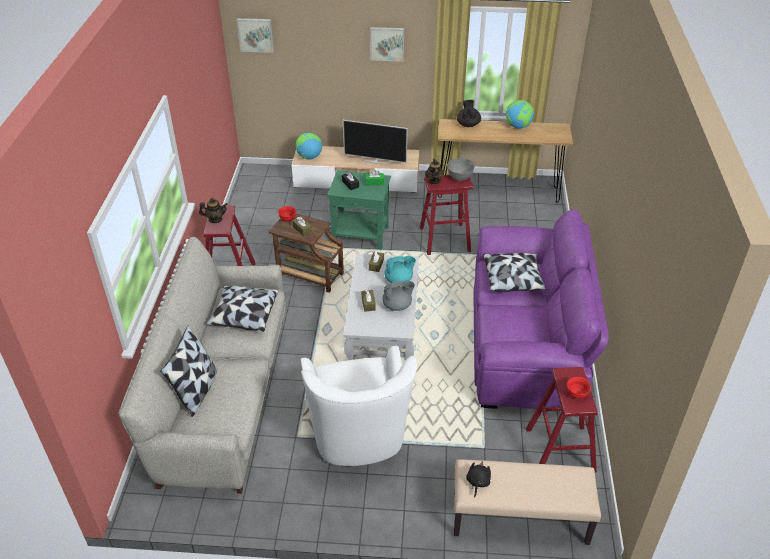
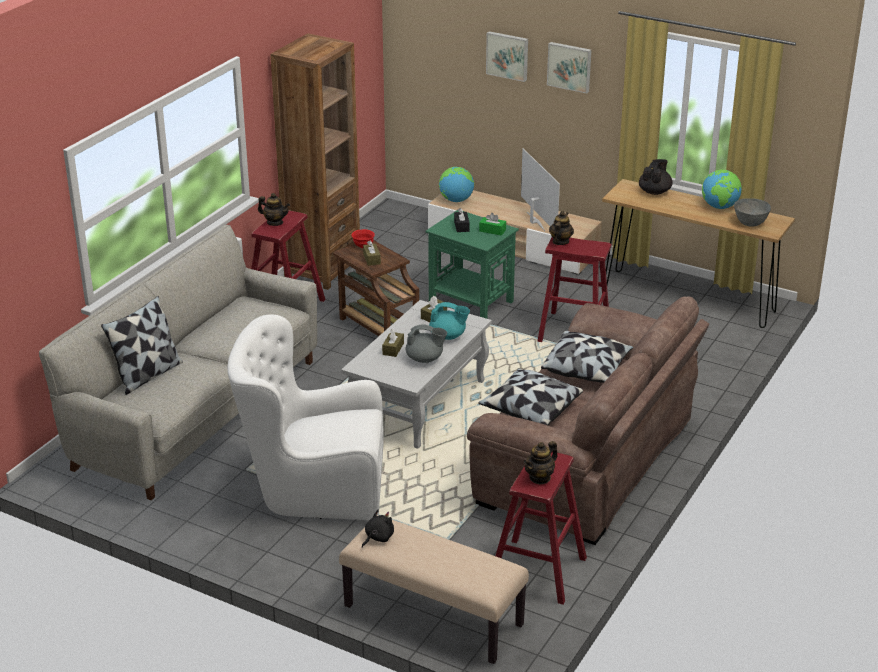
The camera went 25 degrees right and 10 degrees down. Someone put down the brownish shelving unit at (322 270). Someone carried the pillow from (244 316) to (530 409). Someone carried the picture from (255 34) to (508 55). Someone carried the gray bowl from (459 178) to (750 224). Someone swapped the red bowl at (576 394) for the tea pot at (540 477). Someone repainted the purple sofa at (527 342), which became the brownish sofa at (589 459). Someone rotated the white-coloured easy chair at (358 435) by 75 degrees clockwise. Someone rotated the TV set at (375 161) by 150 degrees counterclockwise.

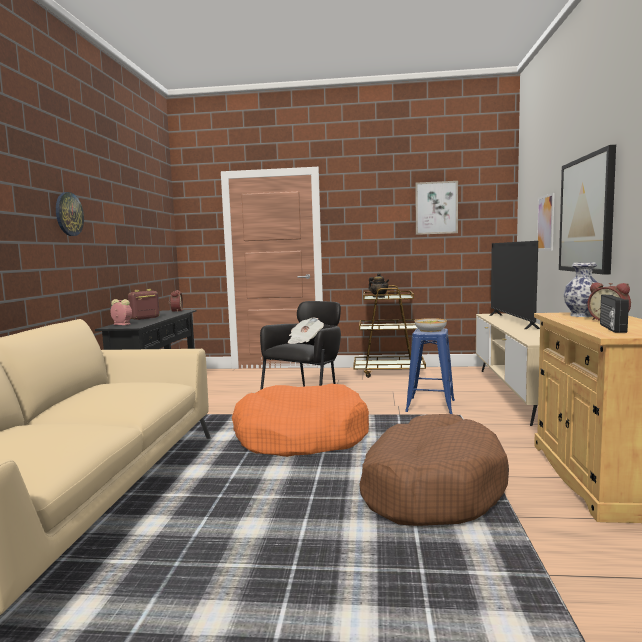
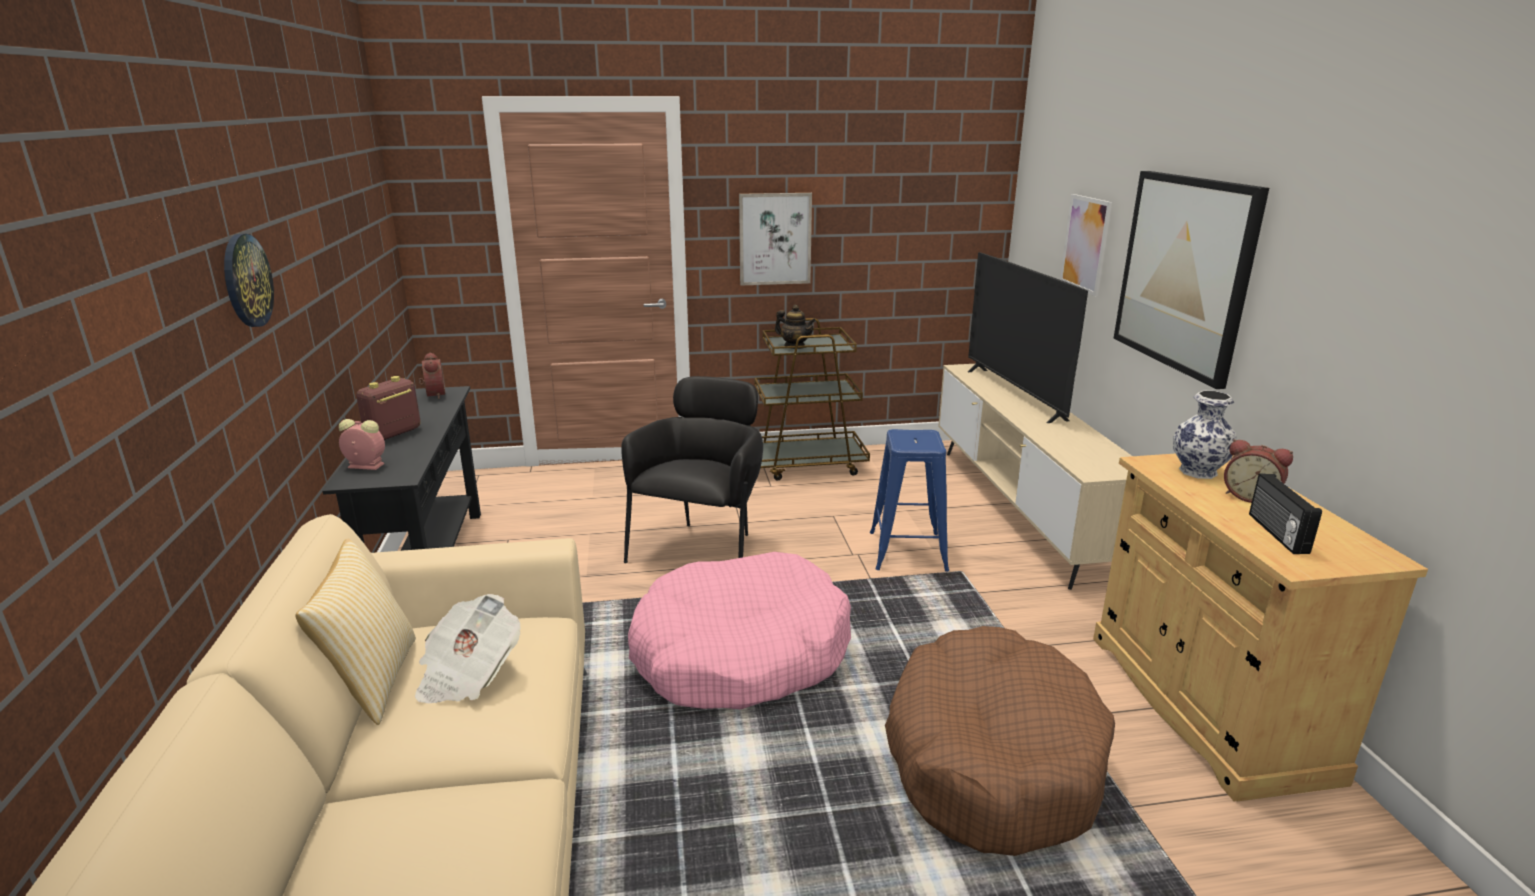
The camera went 15 degrees left and 15 degrees up. Someone took away the bowl at (430 330). Someone put down the pillow at (372 681). Someone carried the printed paper from (304 341) to (468 674). Someone carried the picture from (436 208) to (775 239). Someone repainted the orangey dog bed at (301 437), which became the pink-coloured dog bed at (740 653).

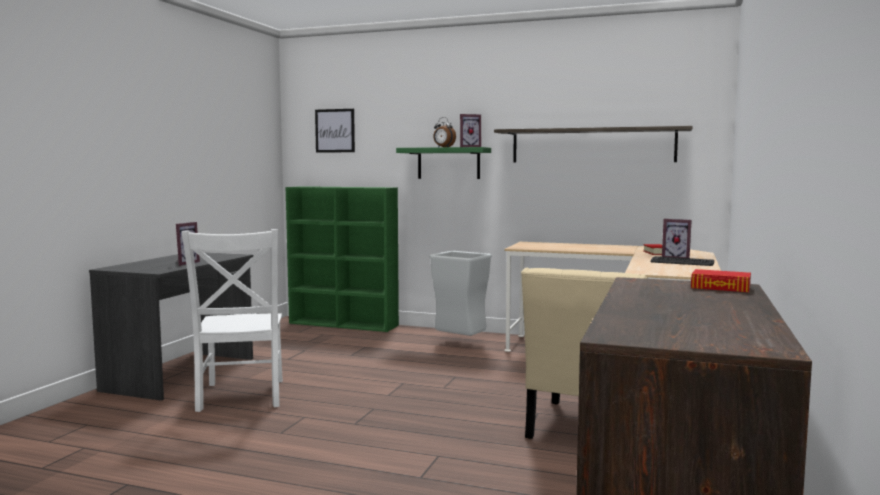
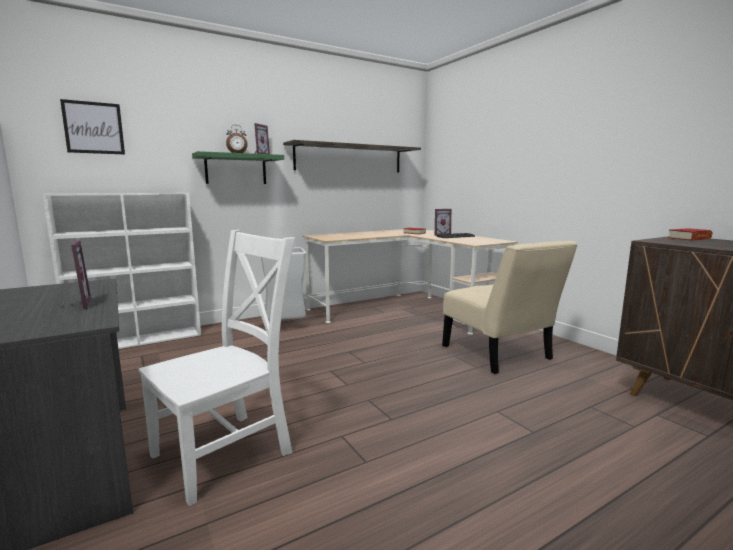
The camera went 50 degrees left and 5 degrees up. Someone repainted the green shelving unit at (344 324), which became the white-coloured shelving unit at (139 340). Someone rotated the white-coloured plain chair at (241 397) by 75 degrees counterclockwise.

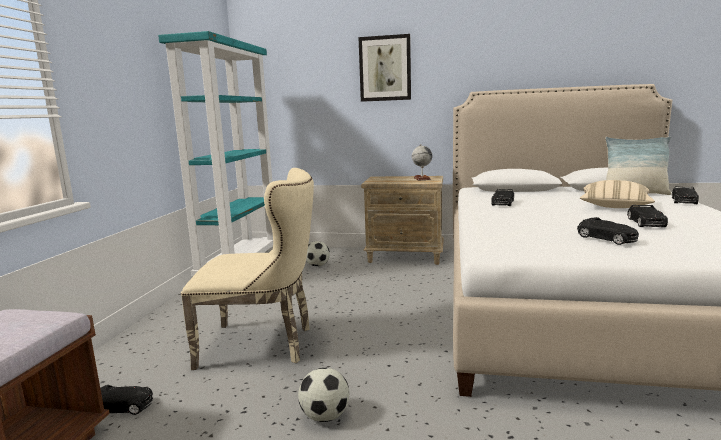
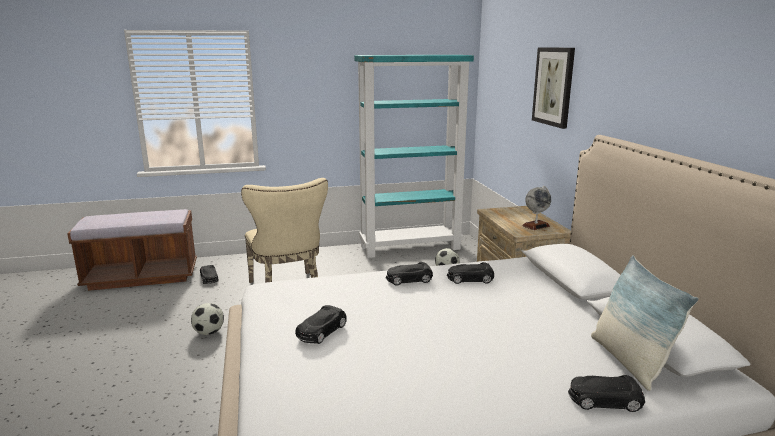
The camera went 65 degrees right and 5 degrees up. Someone took away the beige pillow at (614 207). Someone carried the black miniature car from (646 223) to (408 279).

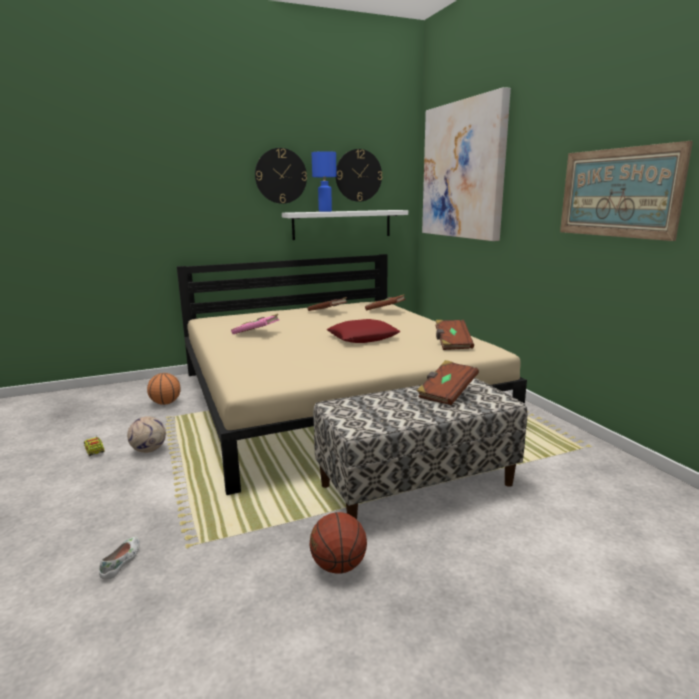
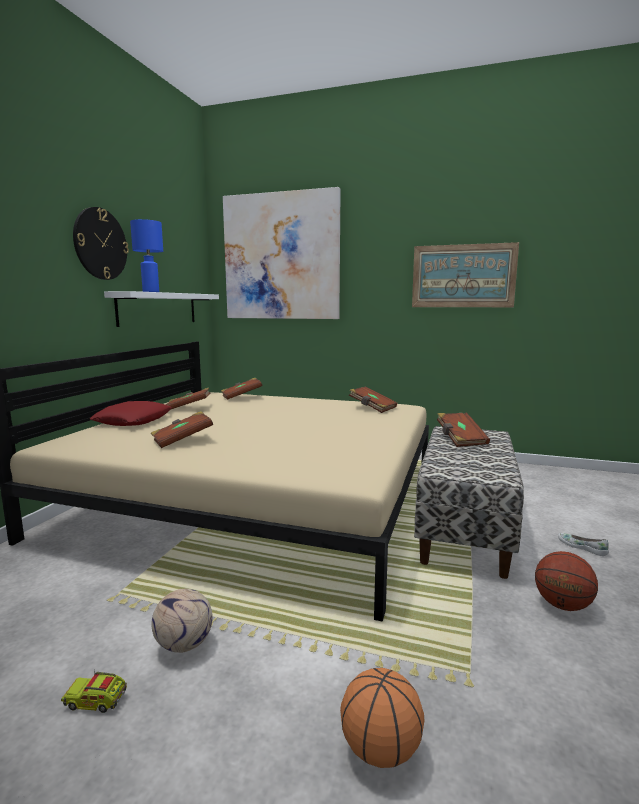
The camera went 50 degrees left and 5 degrees down. Someone took away the hanging clock at (358 175). Someone carried the white-coloured item of footwear from (122 561) to (582 547). Someone carried the ball for basketball from (165 403) to (380 749). Someone carried the red pillow from (363 337) to (133 420). Someone repainted the pink-coloured bound book at (256 333), which became the brownish bound book at (182 440).

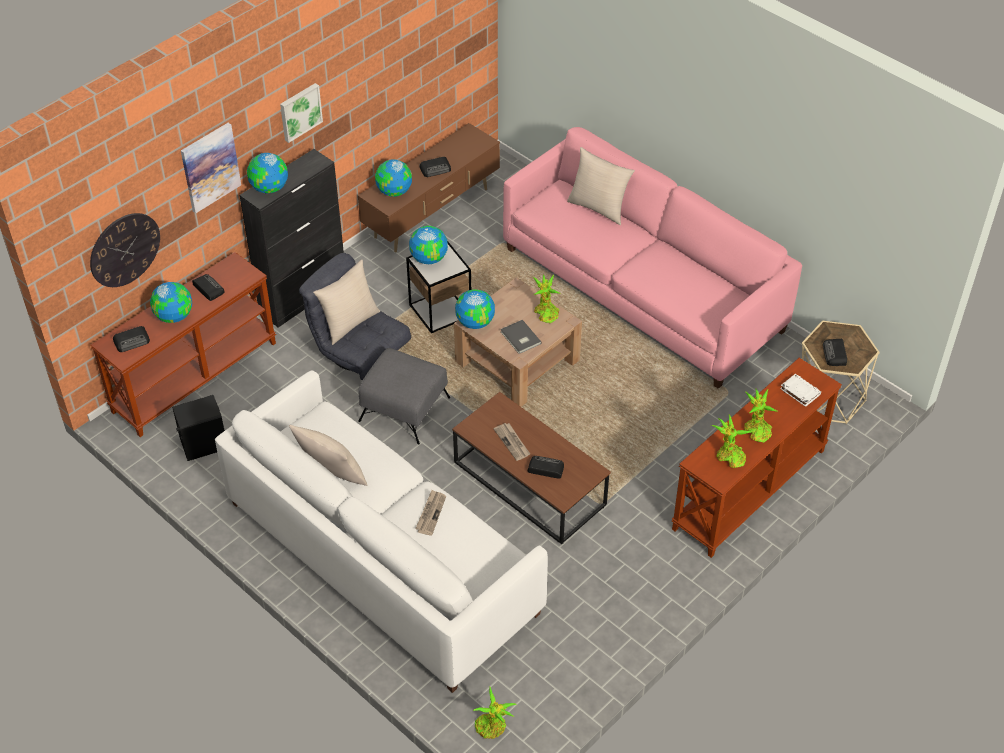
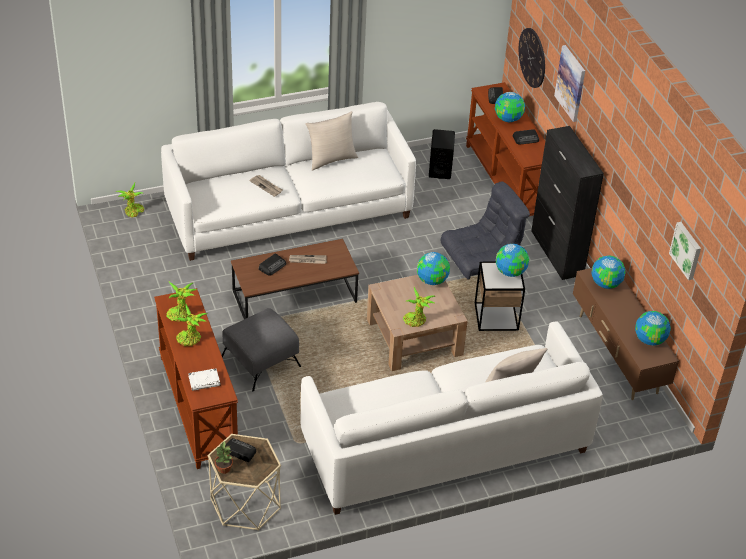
The camera went 115 degrees right and 5 degrees down. Someone took away the beige pillow at (349 323). Someone took away the radio set at (436 169). Someone took away the gray bound book at (520 338). Someone put down the houseplant at (223 469). Someone carried the world globe from (269 188) to (649 339). Someone carried the picture from (300 111) to (686 250). Someone carried the gray ottoman from (404 408) to (261 361). Someone repainted the pink-coloured sofa at (643 290), which became the white-coloured sofa at (444 445).

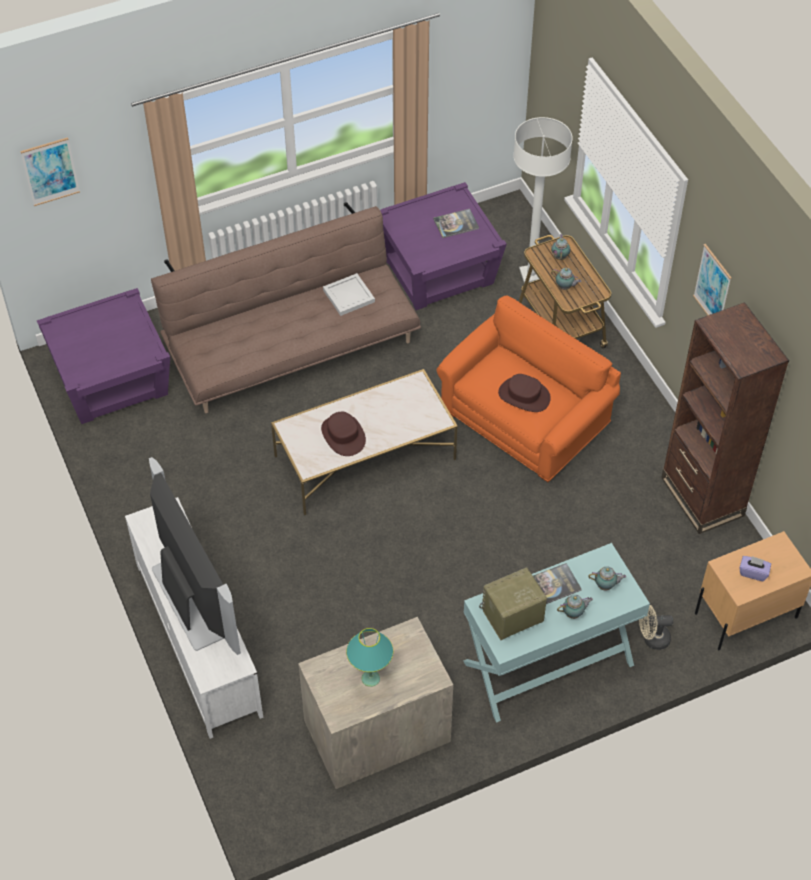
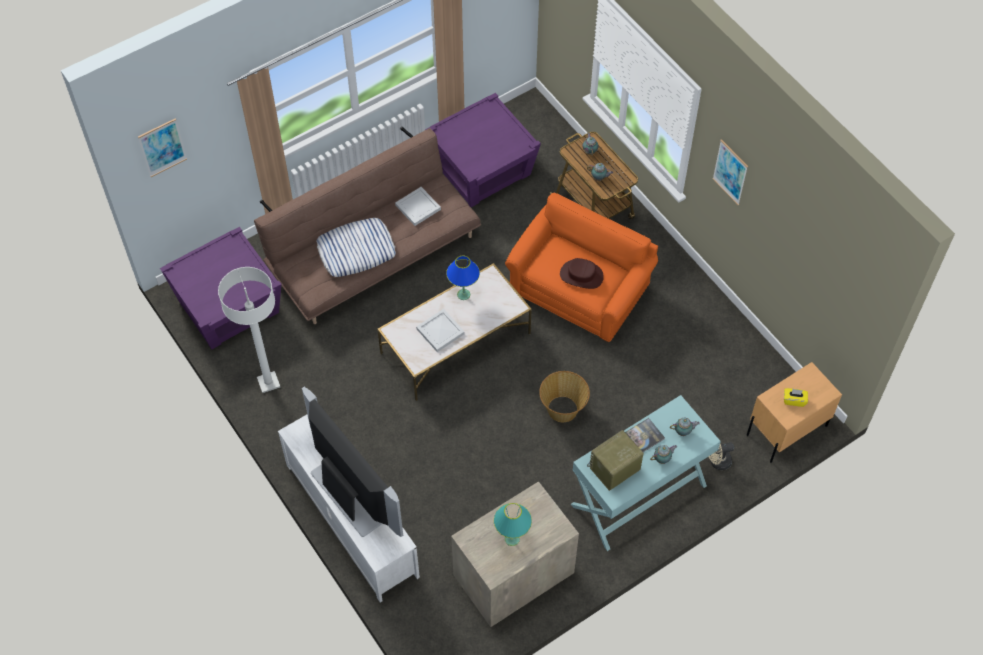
The camera went 10 degrees left and 5 degrees up. Someone took away the bound book at (456 224). Someone took away the brownish shelving unit at (702 497). Someone put down the pillow at (356 251). Someone put down the blue tabletop lamp at (463 294). Someone put down the household basket at (563 409). Someone carried the white-coloured standard lamp from (531 274) to (268 382). Someone swapped the brownish wearable hat at (343 435) for the white-coloured carrying tray at (439 331). Someone repainted the purple tissue box at (753 572), which became the yellow-coloured tissue box at (794 400).

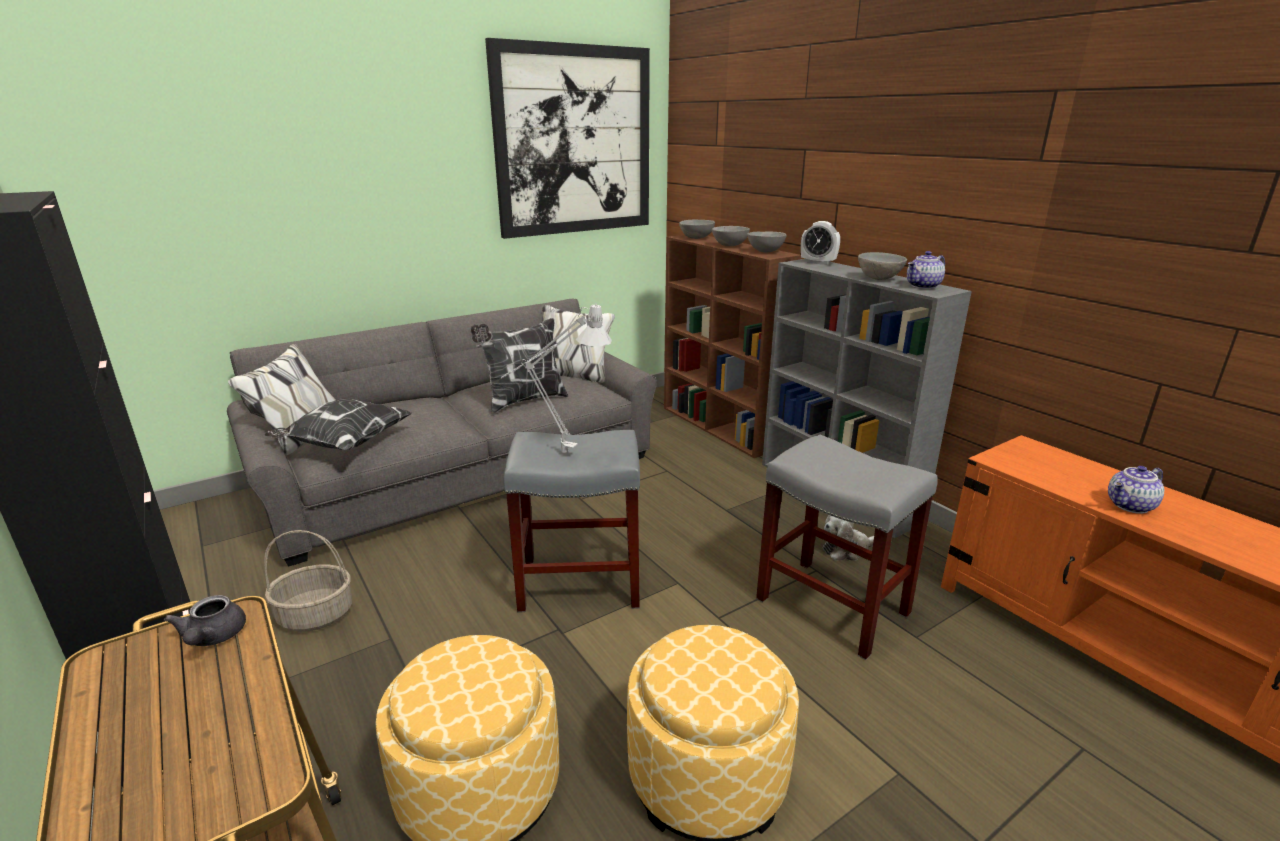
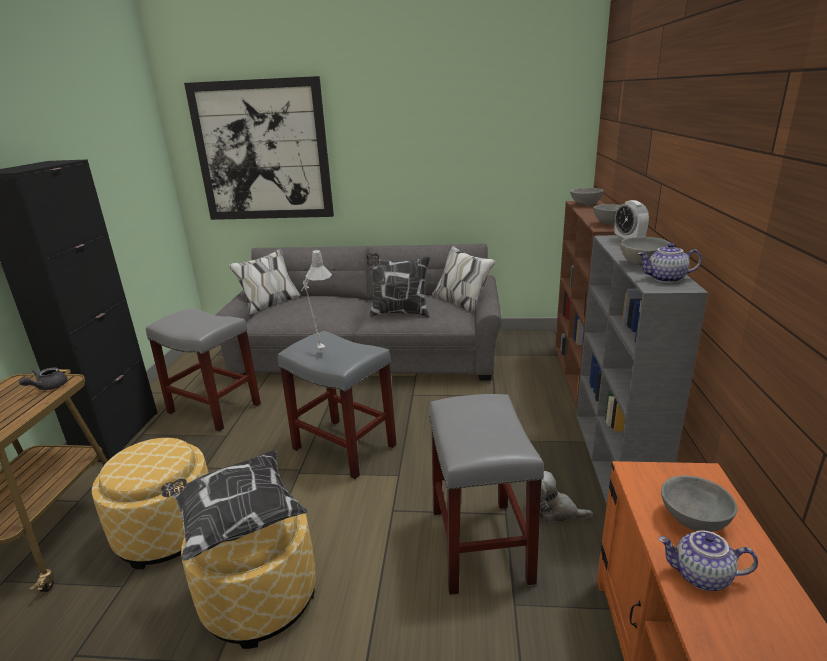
The camera went 40 degrees right and 0 degrees up. Someone carried the pillow from (344 444) to (236 520). Someone carried the picture from (574 142) to (262 151). Someone carried the gray bowl from (729 246) to (692 521). Someone swapped the household basket at (314 616) for the gray stool seat at (213 409).

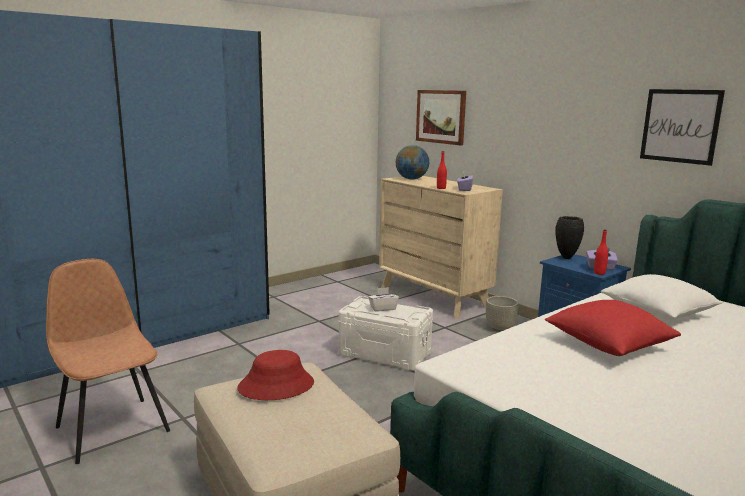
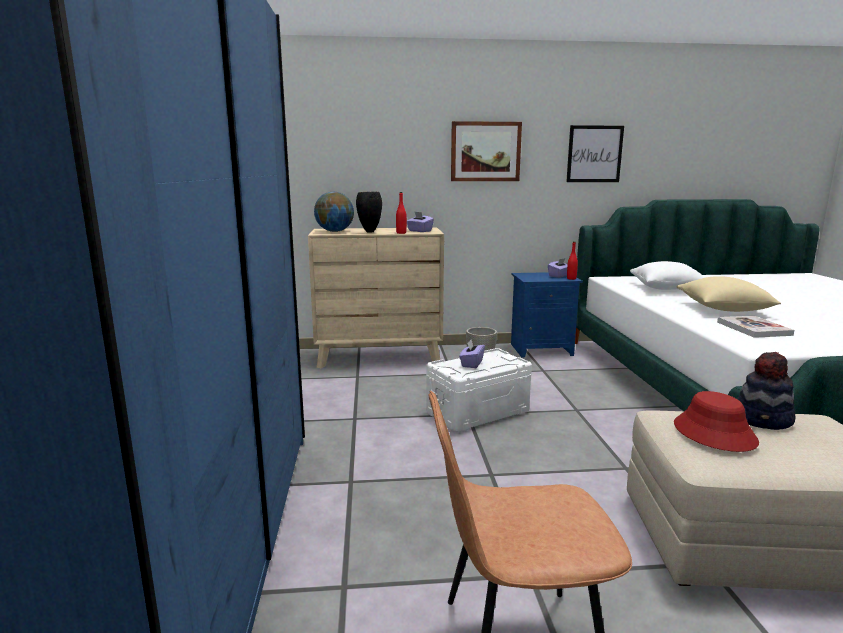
The camera went 55 degrees left and 0 degrees up. Someone put down the bound book at (753 328). Someone put down the wearable hat at (763 420). Someone carried the picture from (441 116) to (485 151). Someone carried the black vase from (566 258) to (369 232). Someone repainted the white-coloured tissue box at (383 308), which became the purple tissue box at (471 363). Someone repainted the red pillow at (608 345), which became the beige pillow at (723 309).

